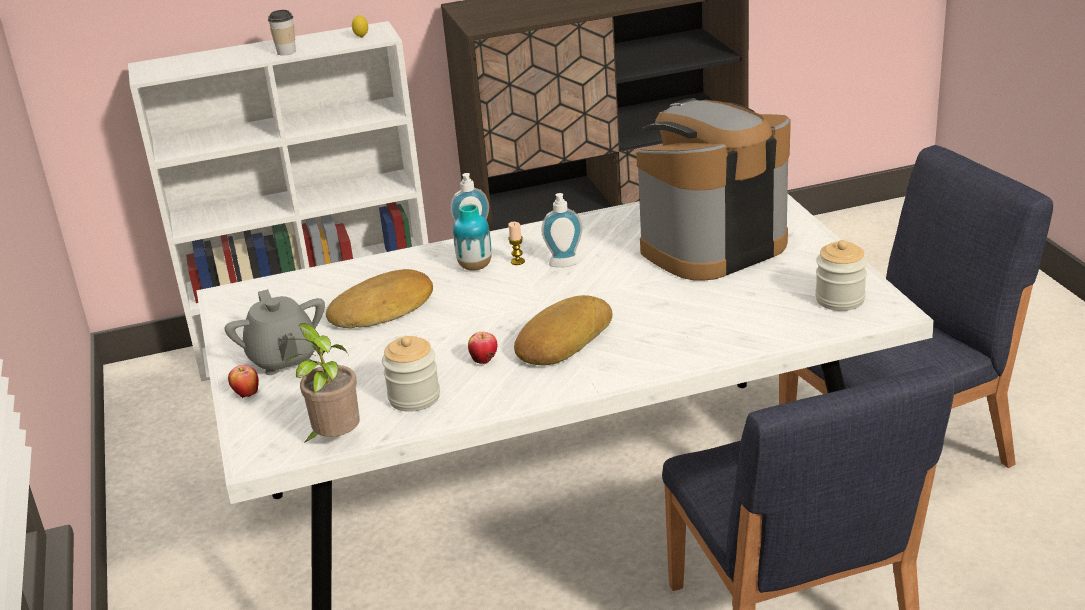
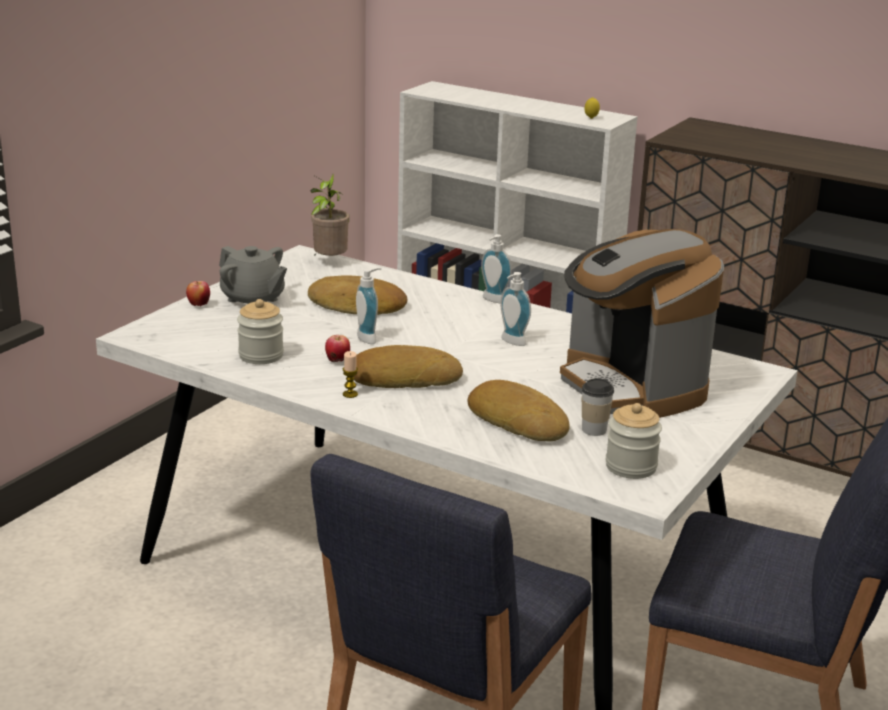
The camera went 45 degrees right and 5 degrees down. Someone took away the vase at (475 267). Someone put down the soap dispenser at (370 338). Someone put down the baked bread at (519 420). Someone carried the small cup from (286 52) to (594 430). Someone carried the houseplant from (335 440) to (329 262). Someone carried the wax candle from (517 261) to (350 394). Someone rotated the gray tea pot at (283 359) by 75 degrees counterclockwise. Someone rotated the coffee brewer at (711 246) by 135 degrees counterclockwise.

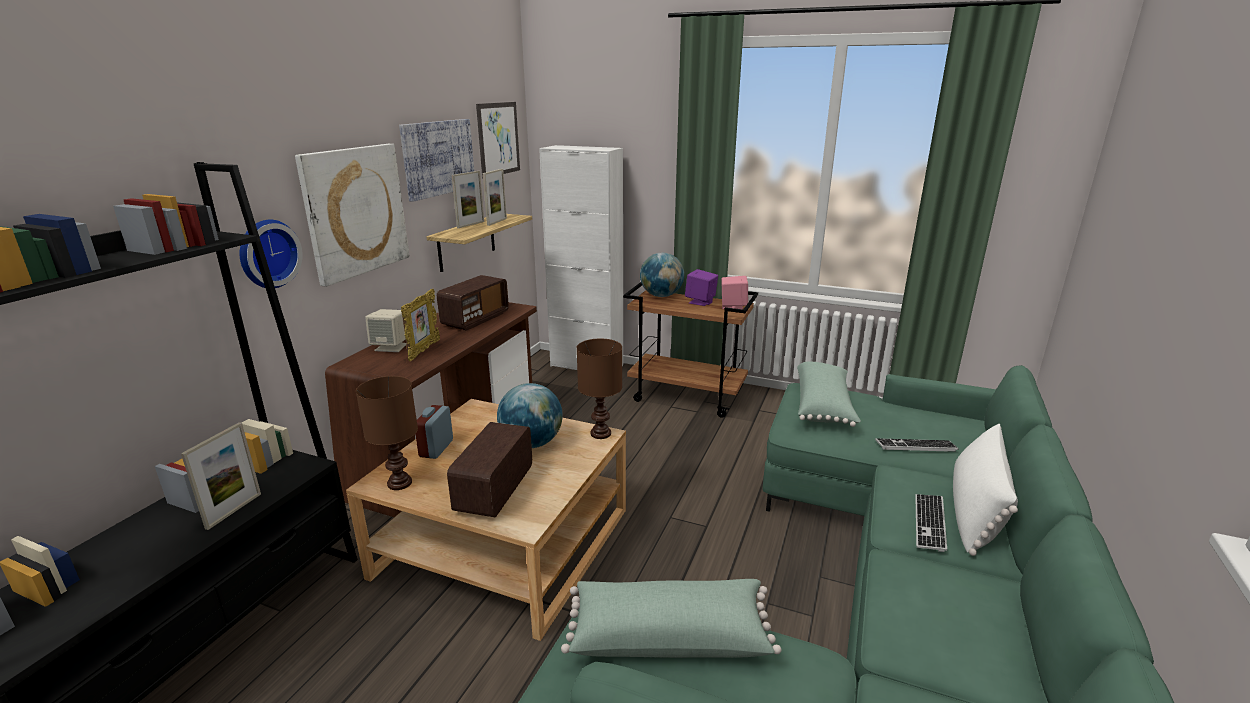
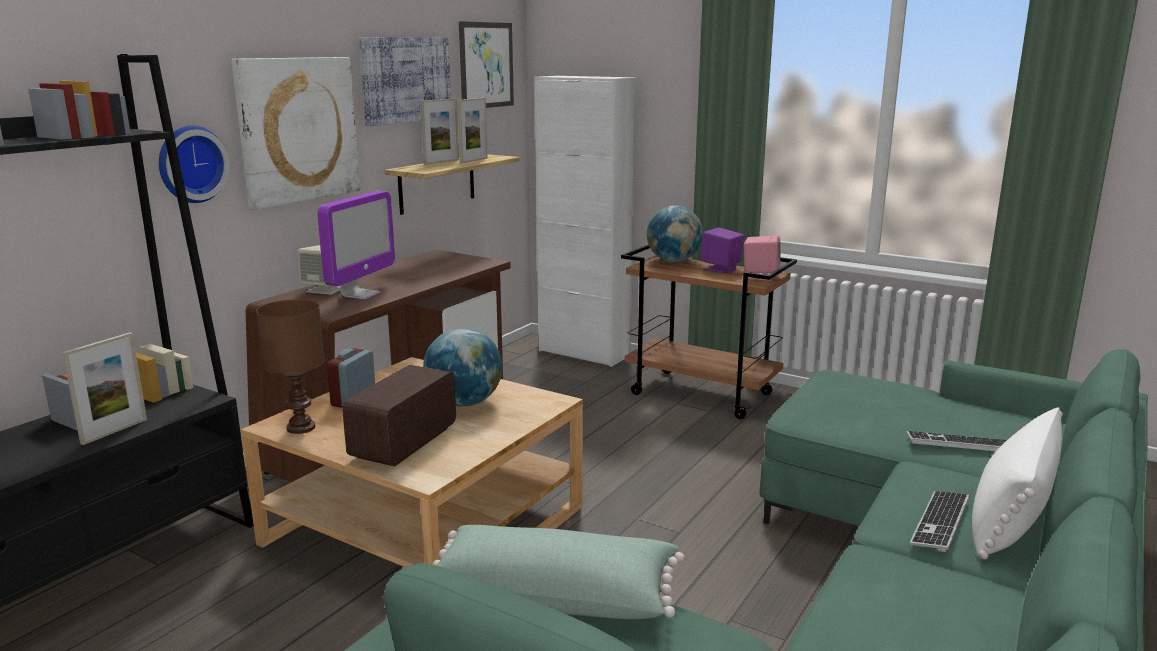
The camera went 10 degrees right and 5 degrees down. Someone took away the radio set at (475 319). Someone took away the brownish tabletop lamp at (601 434). Someone took away the green pillow at (823 406). Someone swapped the picture frame at (424 350) for the monitor at (360 294).

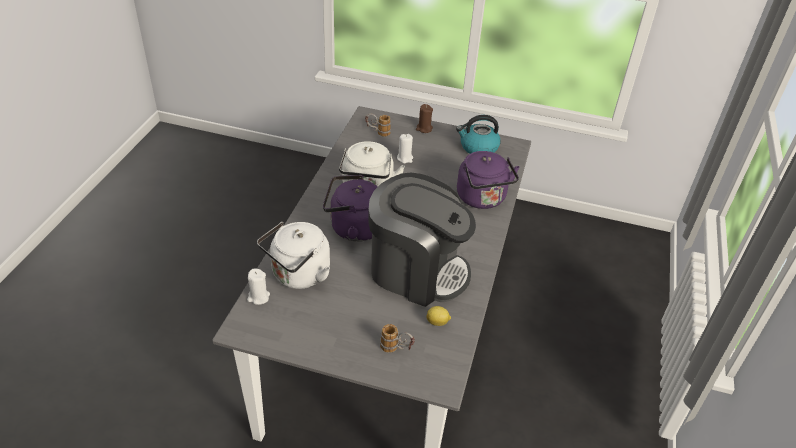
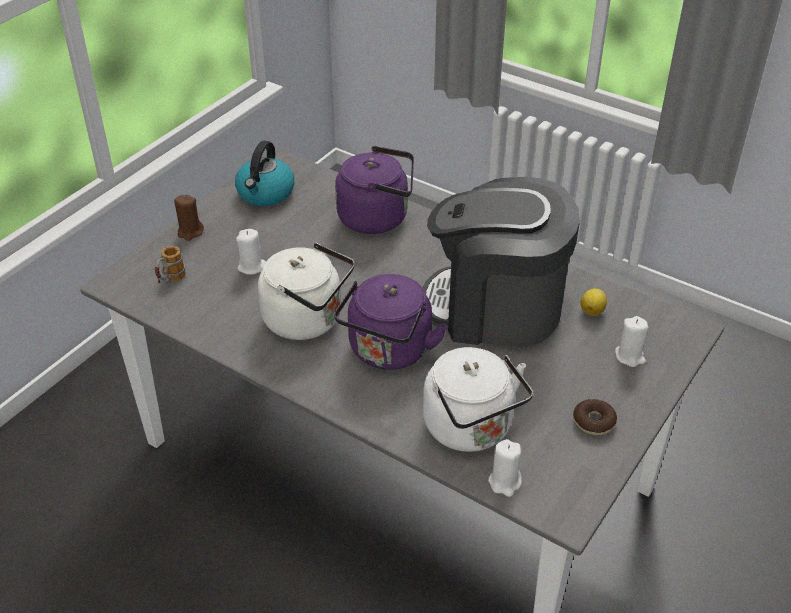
The camera went 70 degrees left and 0 degrees up. Someone put down the donut at (593 422). Someone swapped the coffee mug at (396 349) for the white-coloured wax candle at (629 356). Someone rotated the coffee brewer at (417 270) by 120 degrees counterclockwise.

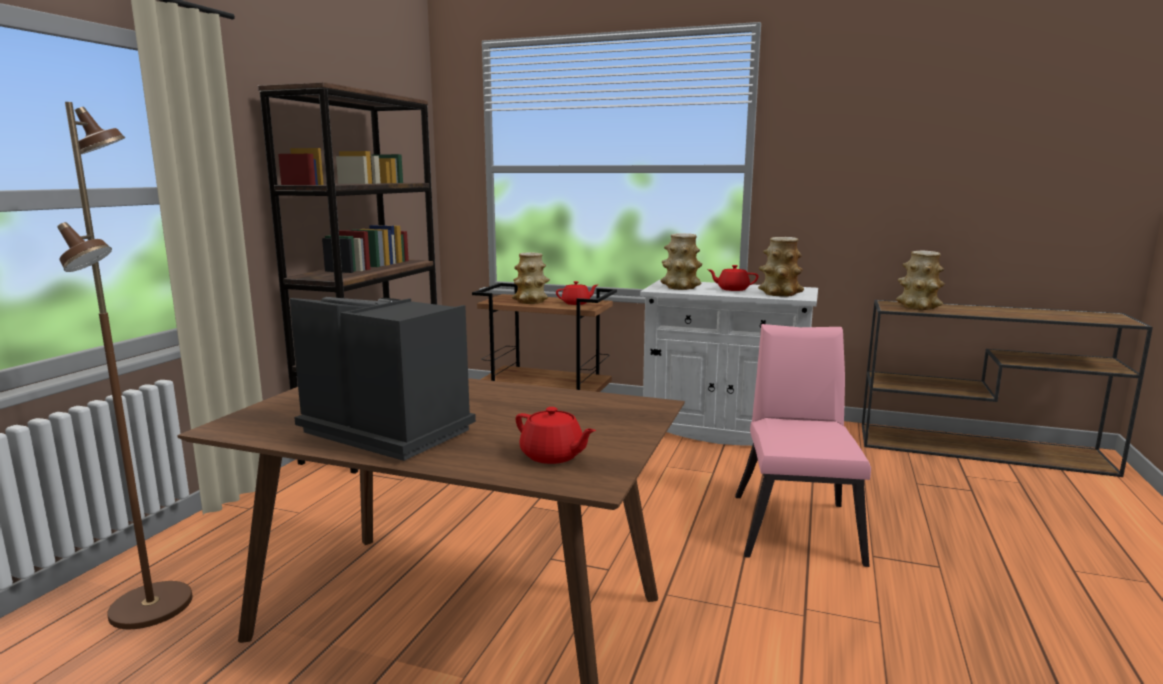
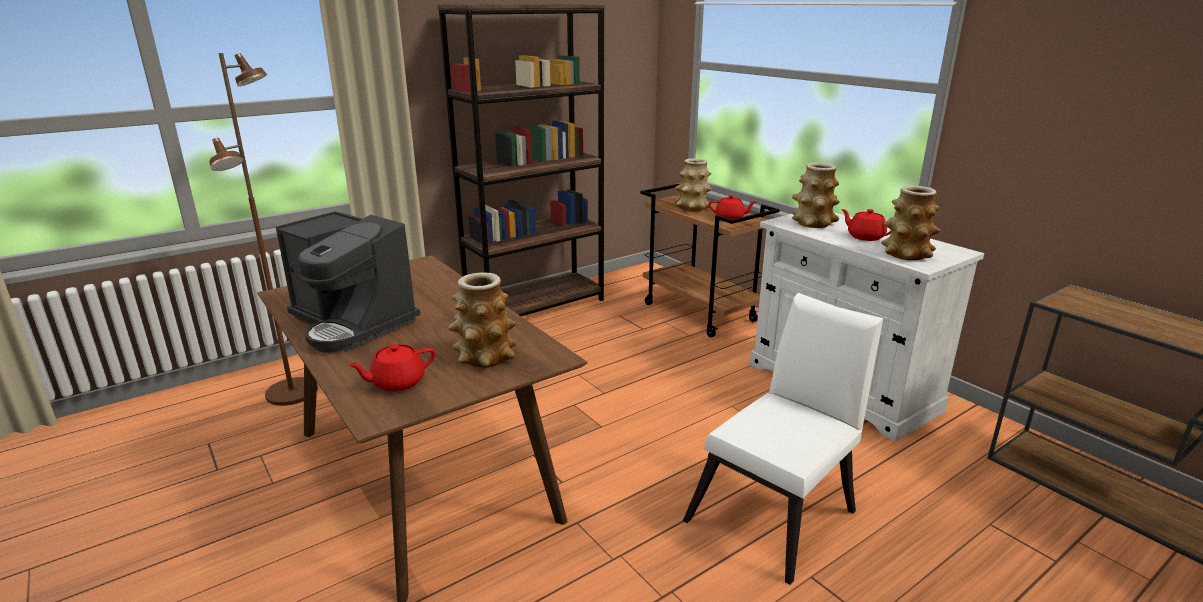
The camera went 35 degrees right and 10 degrees up. Someone carried the vase from (917 307) to (485 357). Someone repainted the pink-coloured plain chair at (796 524), which became the white-coloured plain chair at (778 511). Someone rotated the coffee brewer at (388 429) by 150 degrees clockwise. Someone rotated the red tea pot at (553 456) by 75 degrees clockwise.

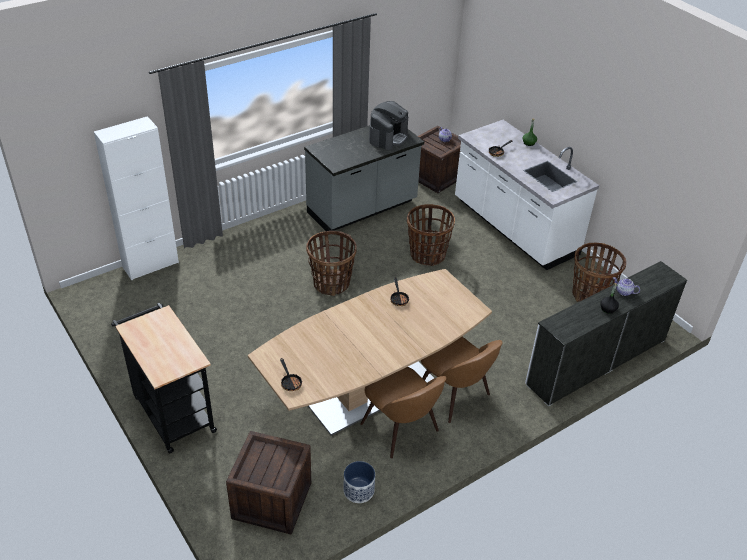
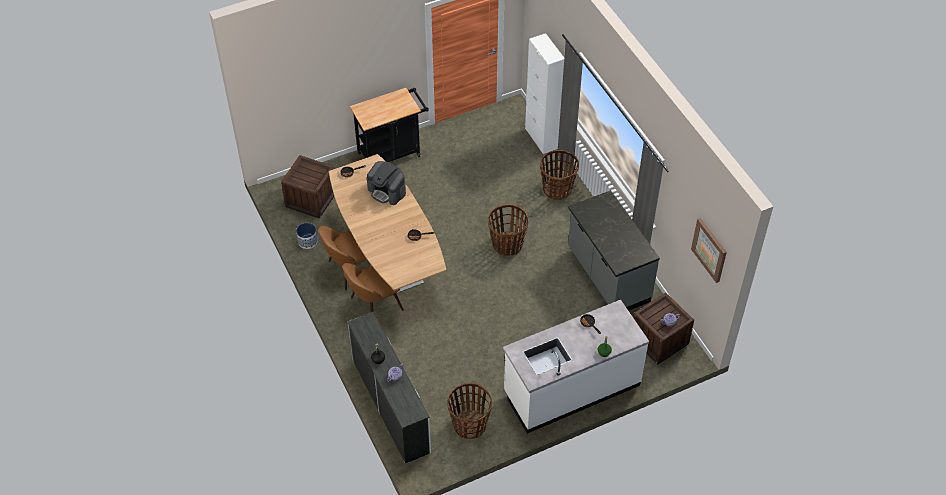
The camera went 100 degrees right and 10 degrees up. Someone put up the picture at (709 250). Someone carried the coffee brewer from (388 137) to (387 191). Someone carried the household basket from (427 255) to (557 189).

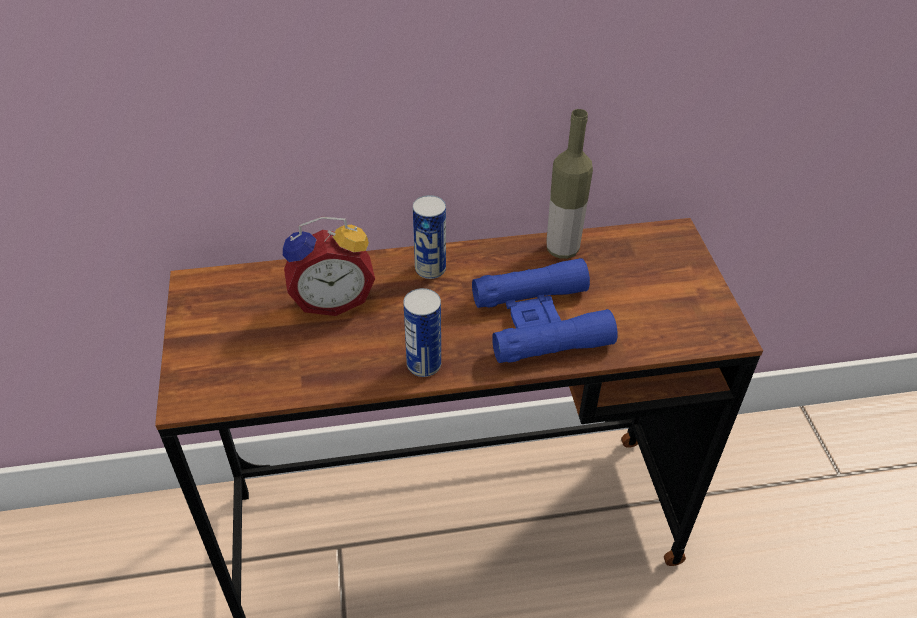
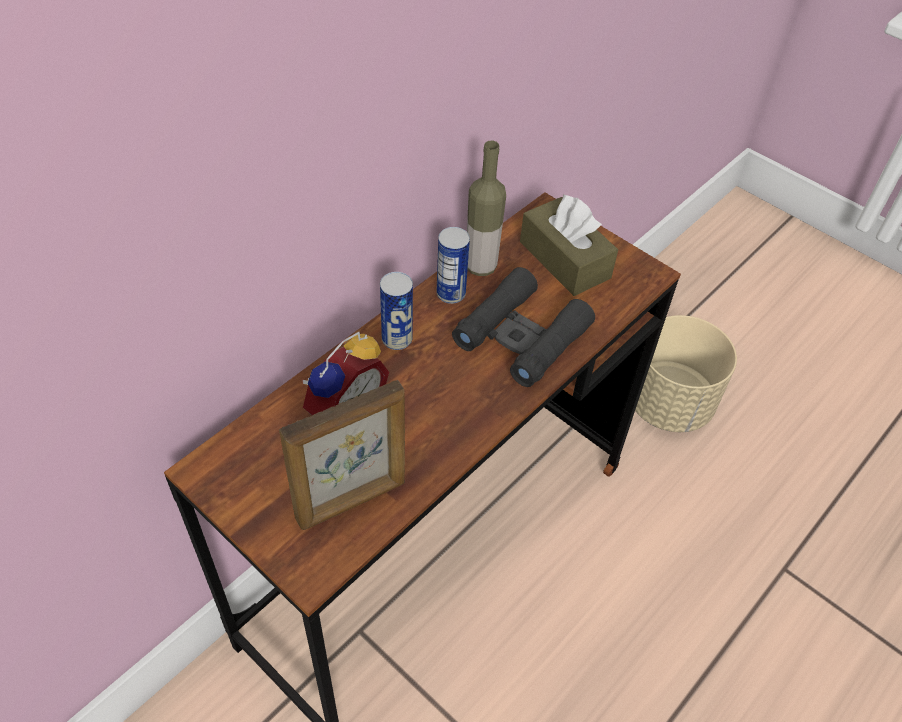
The camera went 40 degrees left and 5 degrees up. Someone put down the picture frame at (352 501). Someone put down the brownish tissue box at (564 260). Someone put down the beige plant pot at (669 404). Someone carried the can from (424 365) to (451 294). Someone repainted the blue binoculars at (540 321), which became the black binoculars at (521 336).

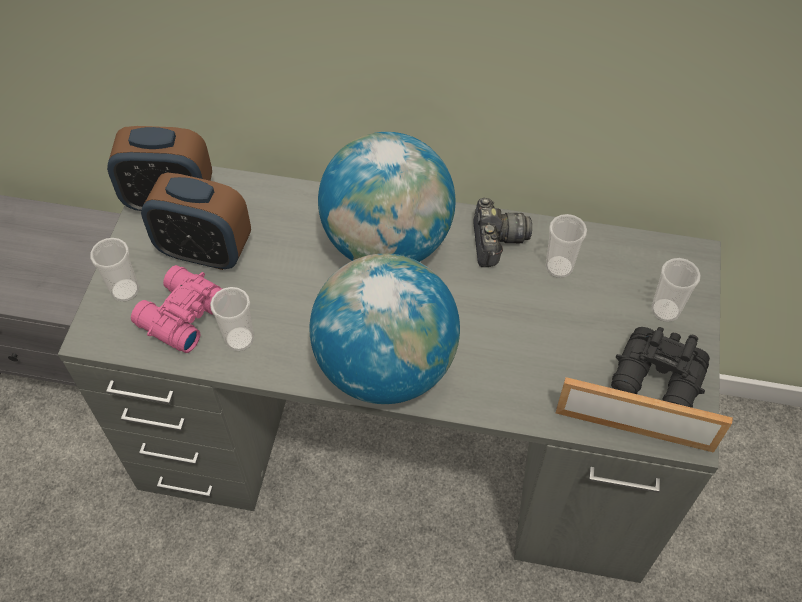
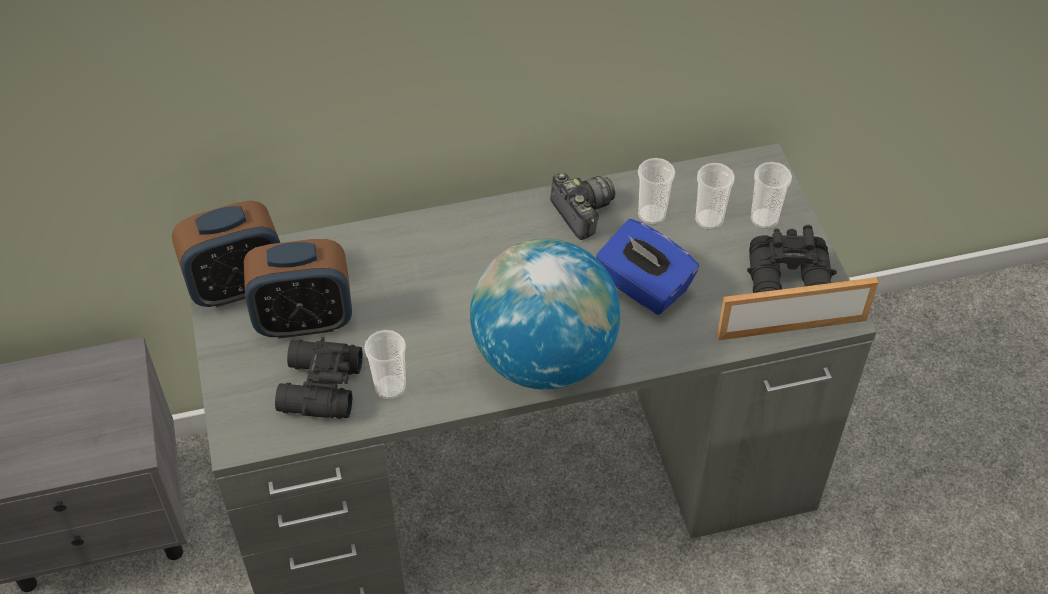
The camera went 25 degrees left and 5 degrees down. Someone took away the world globe at (387 243). Someone put down the blue tissue box at (643 286). Someone carried the small cup from (125 290) to (709 220). Someone repainted the pink-coloured binoculars at (181 316), which became the black binoculars at (318 388).

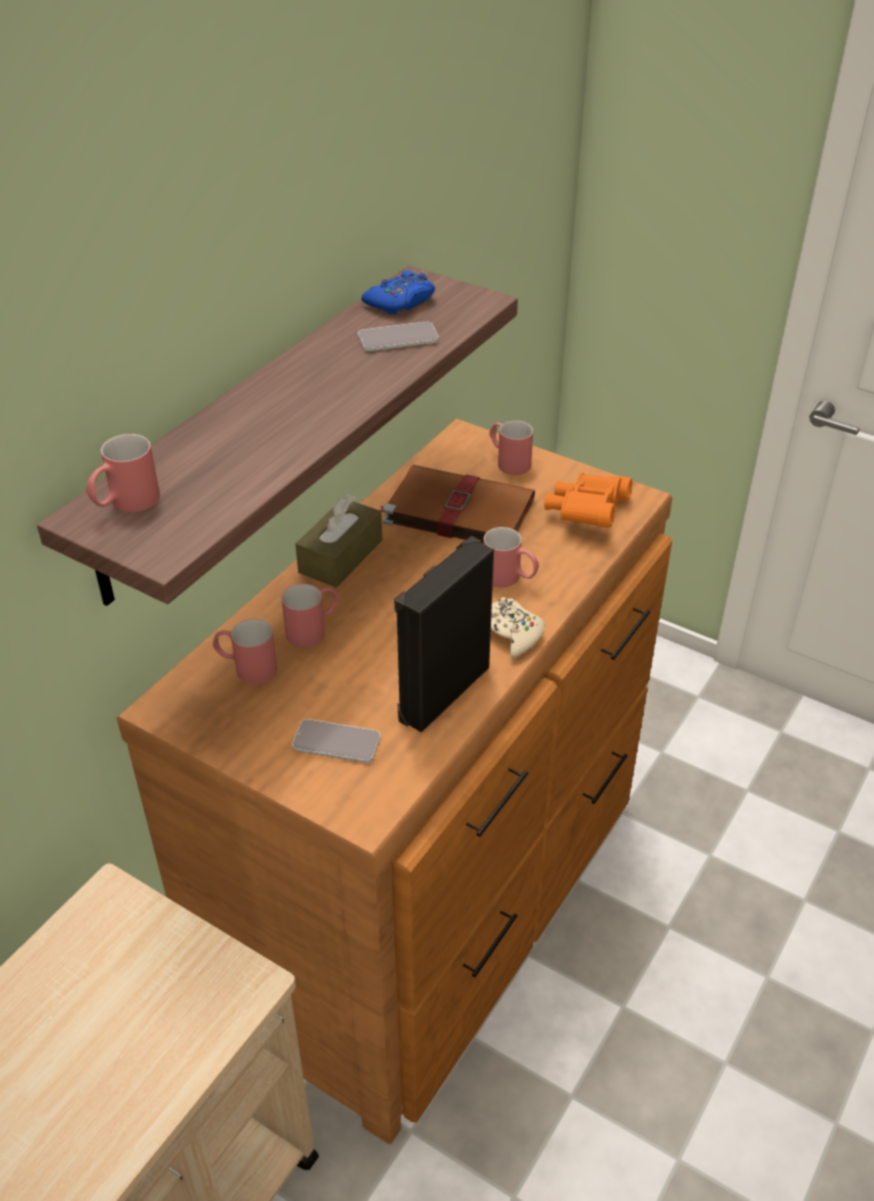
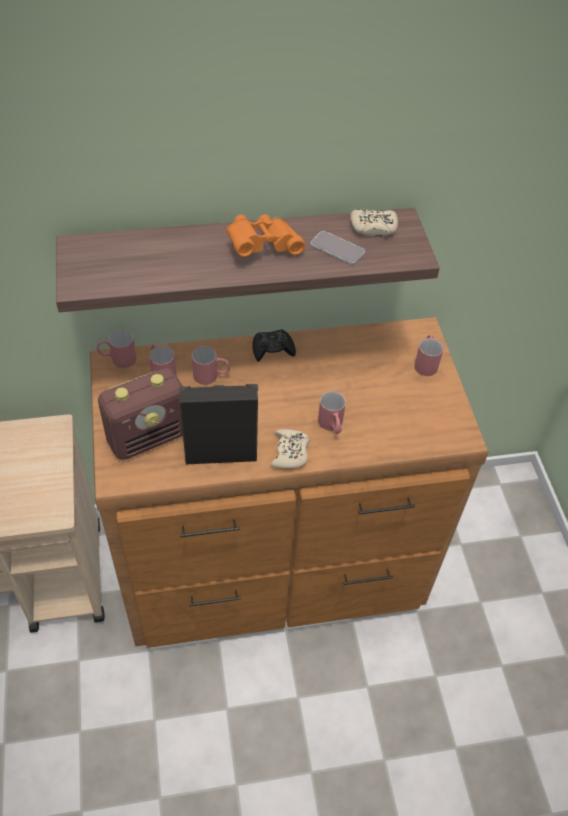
The camera went 45 degrees right and 10 degrees up. Someone took away the brownish bound book at (456 510). Someone carried the red coffee mug from (125 504) to (117 359). Someone carried the orangey binoculars from (586 514) to (262 246). Someone swapped the telephone at (336 742) for the radio set at (148 437). Someone swapped the brownish tissue box at (341 556) for the black joypad at (272 349). Someone repainted the blue joypad at (401 301), which became the beige joypad at (373 228).

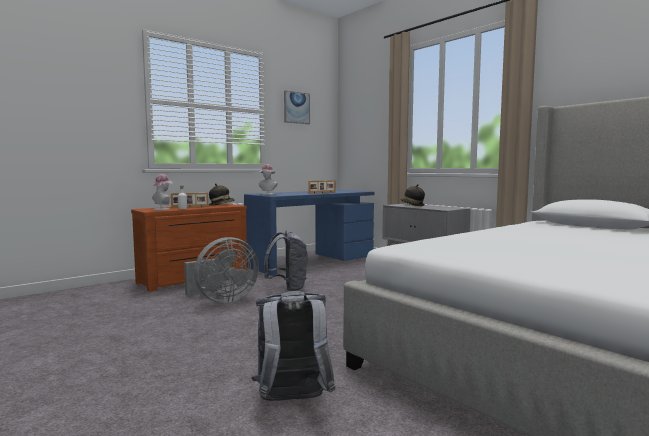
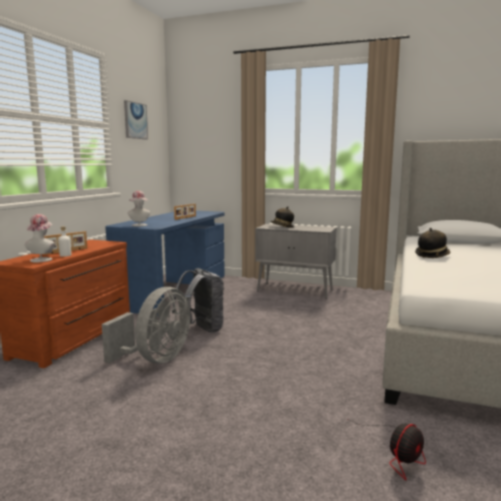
The camera went 30 degrees left and 5 degrees up. Someone carried the wearable hat from (221 205) to (432 255). Someone swapped the gray knapsack at (292 402) for the cooling fan at (399 453).

